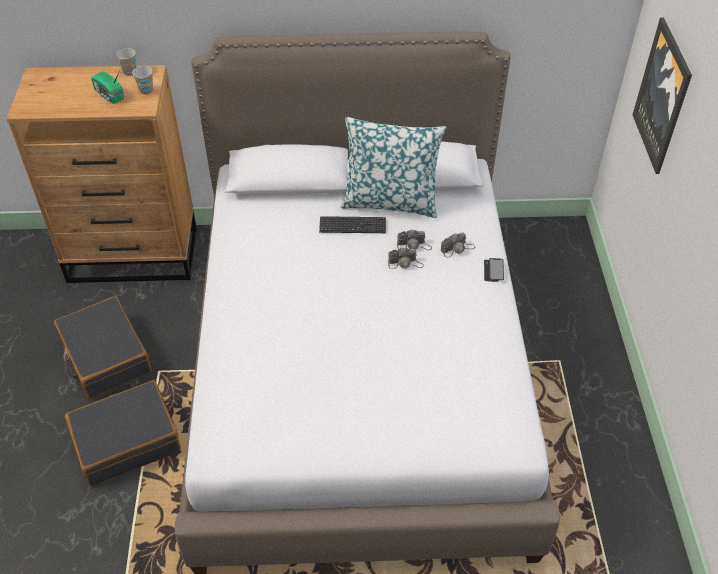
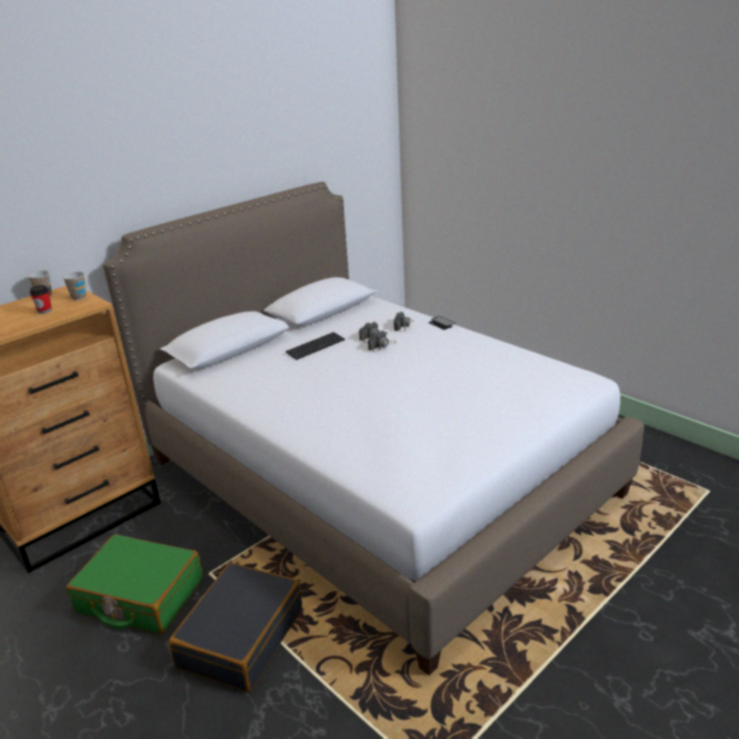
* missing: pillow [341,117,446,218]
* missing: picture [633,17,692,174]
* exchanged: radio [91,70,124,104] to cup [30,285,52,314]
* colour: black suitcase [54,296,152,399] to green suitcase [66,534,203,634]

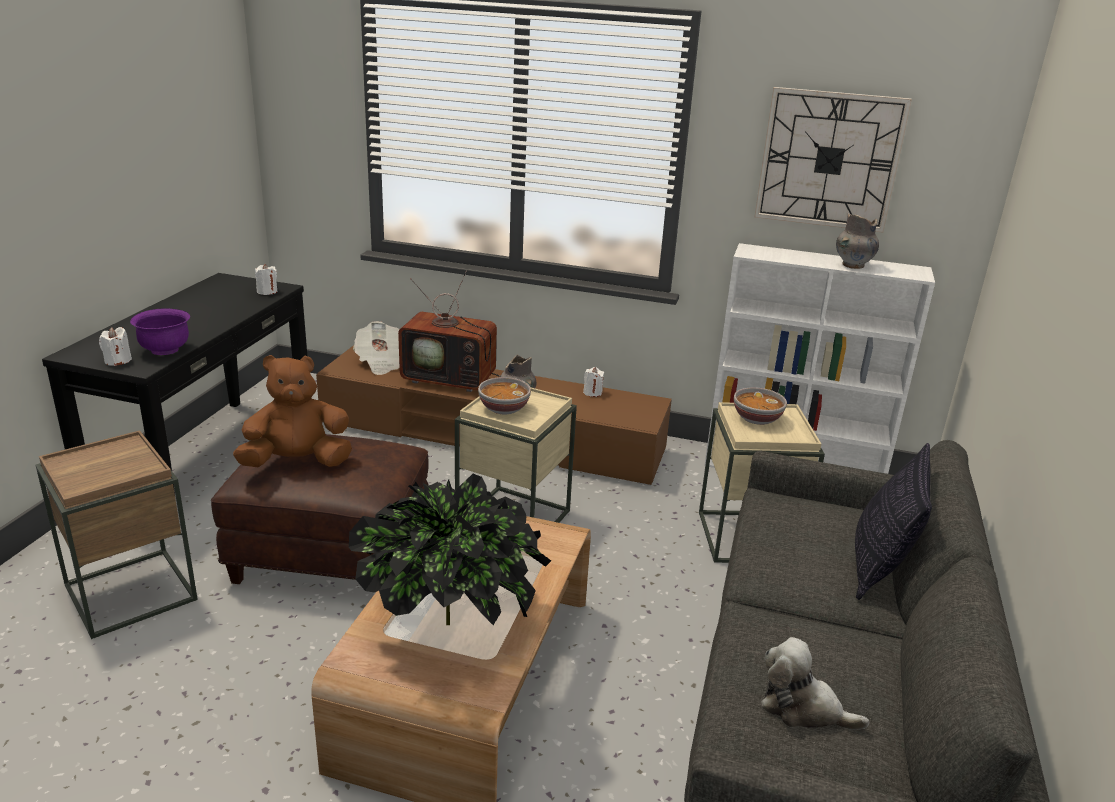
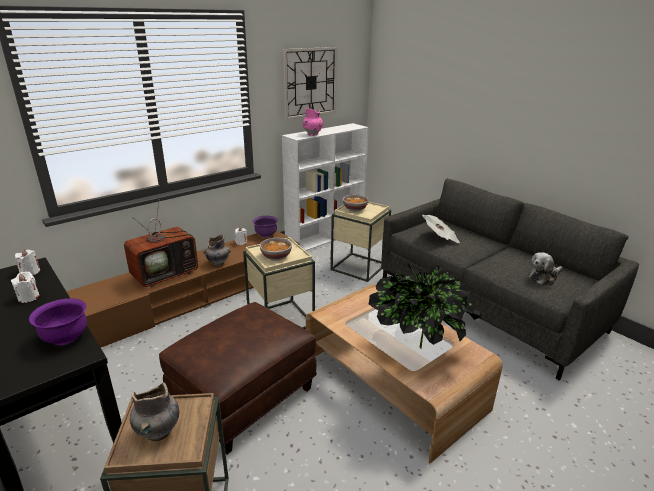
* missing: brown plush toy [233,355,352,467]
* missing: pillow [855,443,932,600]
* appeared: purple bowl [253,216,278,238]
* appeared: pink vase [303,108,323,136]
* relocated: white candle [99,327,132,366] to [11,271,40,303]
* relocated: newspaper [353,321,400,375] to [423,215,460,243]
* relocated: grey vase [836,214,879,269] to [130,382,179,441]

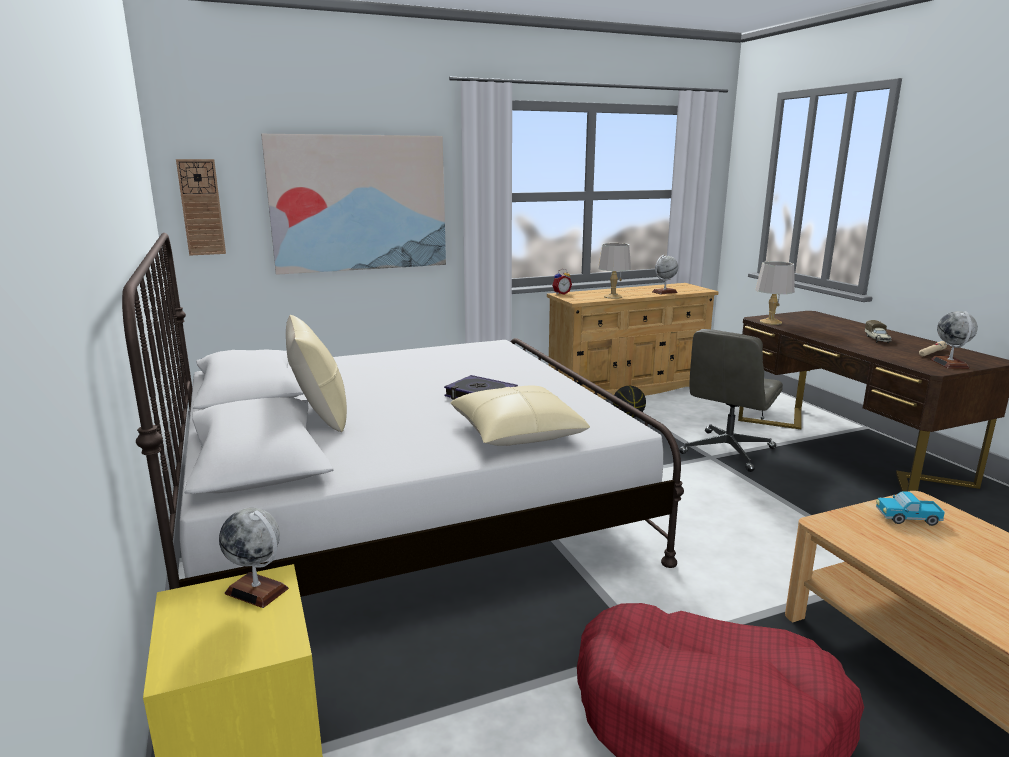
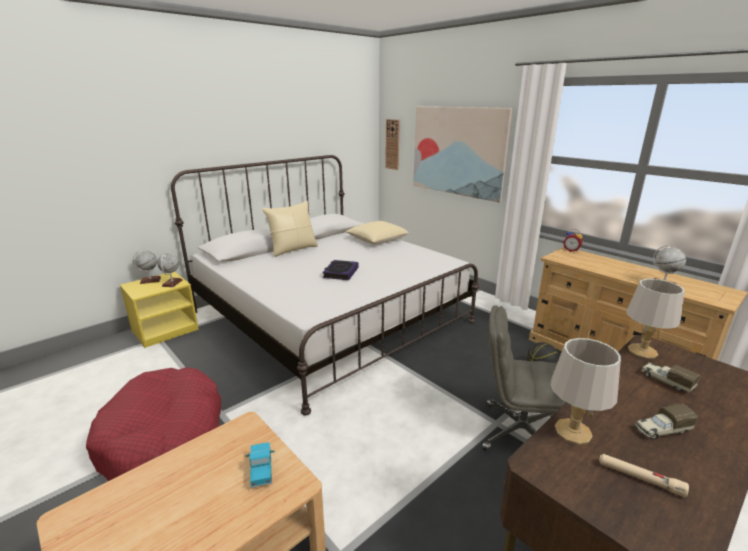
* appeared: toy truck [641,362,701,393]
* relocated: beige pillow [450,385,590,446] to [345,221,409,244]
* relocated: grey table lamp [598,243,631,299] to [550,338,621,444]
* relocated: globe [930,311,978,369] to [133,251,161,284]

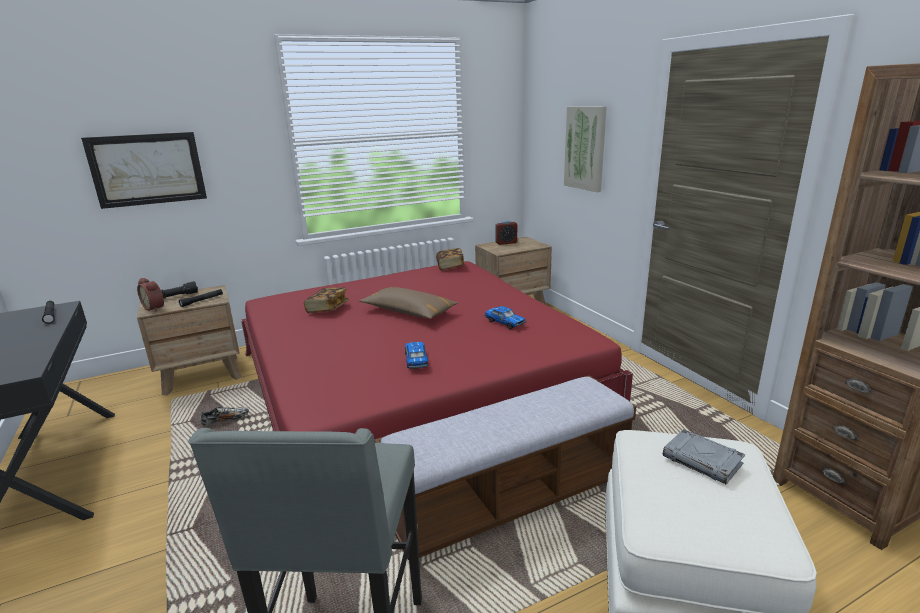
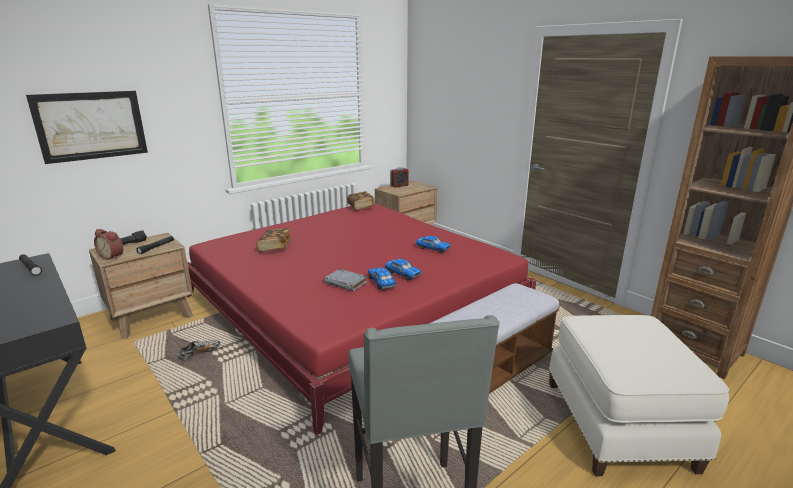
* missing: brown pillow [359,287,458,319]
* missing: picture [564,106,607,192]
* appeared: toy car [384,259,423,281]
* relocated: grey book [663,429,745,484] to [324,269,368,291]

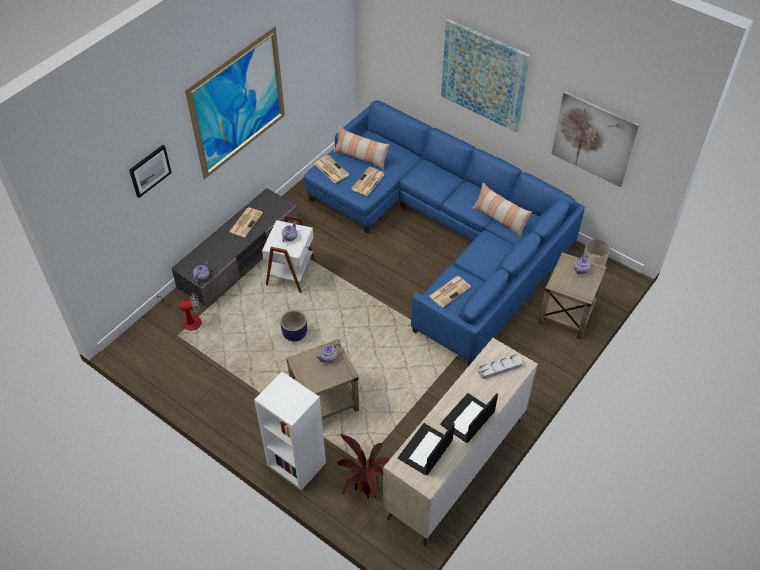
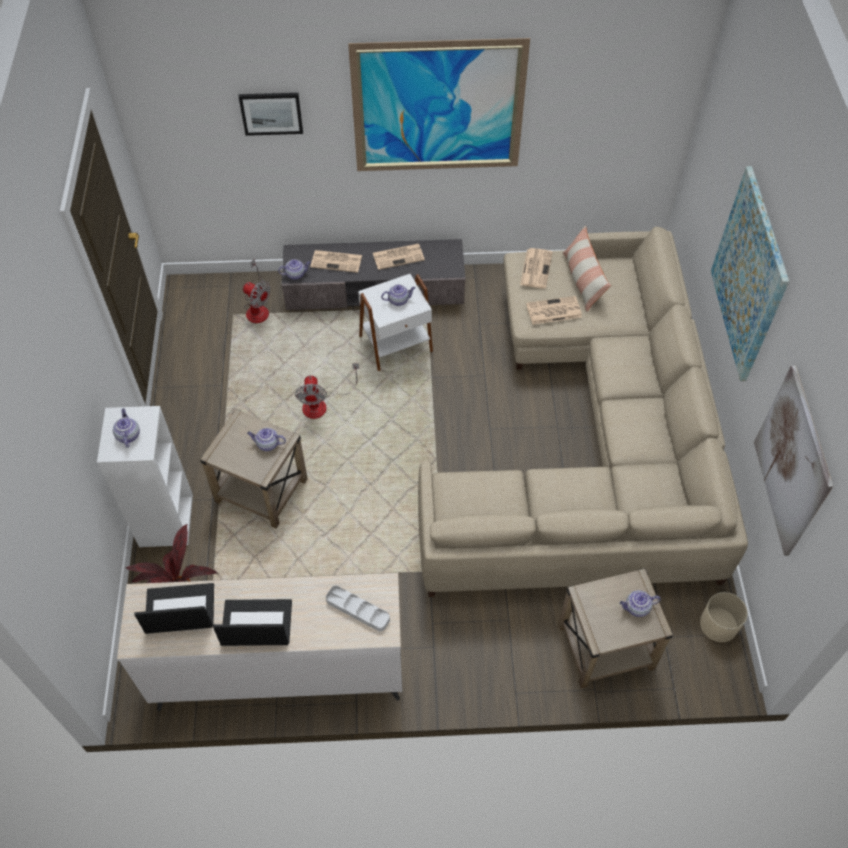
* missing: pillow [472,183,532,238]
* appeared: teapot [113,408,140,448]
* relocated: newspaper [429,276,471,307] to [310,250,362,273]
* exchanged: planter [280,310,307,342] to fan [295,363,359,419]
* colour: blue sofa [304,101,585,366] to beige sofa [418,227,748,597]

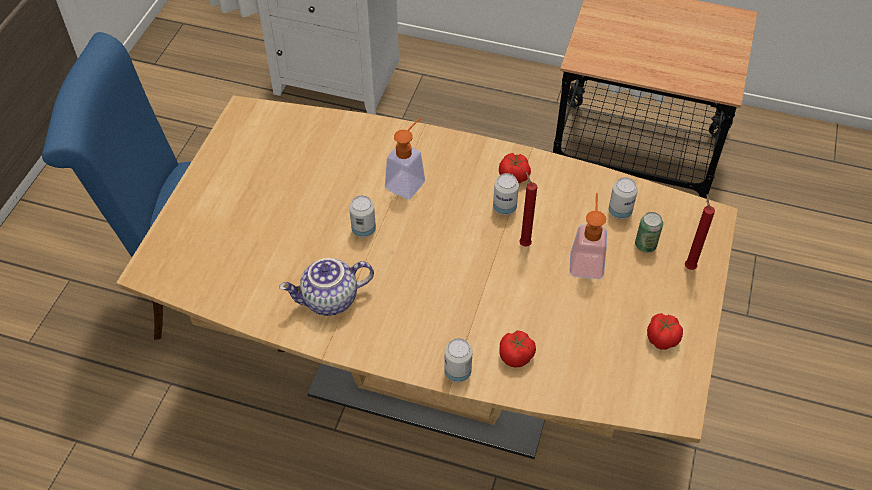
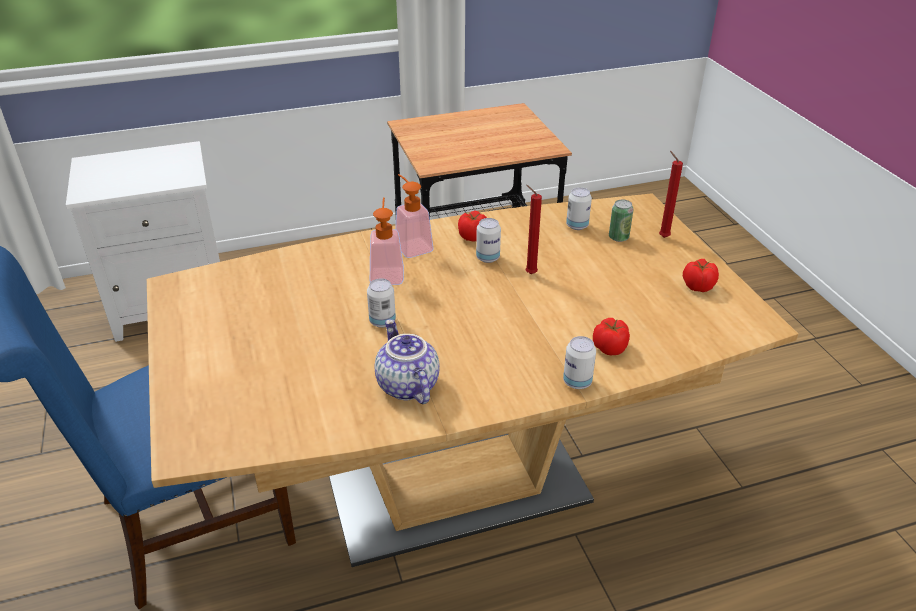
* relocated: soap dispenser [569,193,607,279] to [395,174,434,258]
* spun: teapot [279,258,374,316] = [375,319,440,404] 120 degrees clockwise

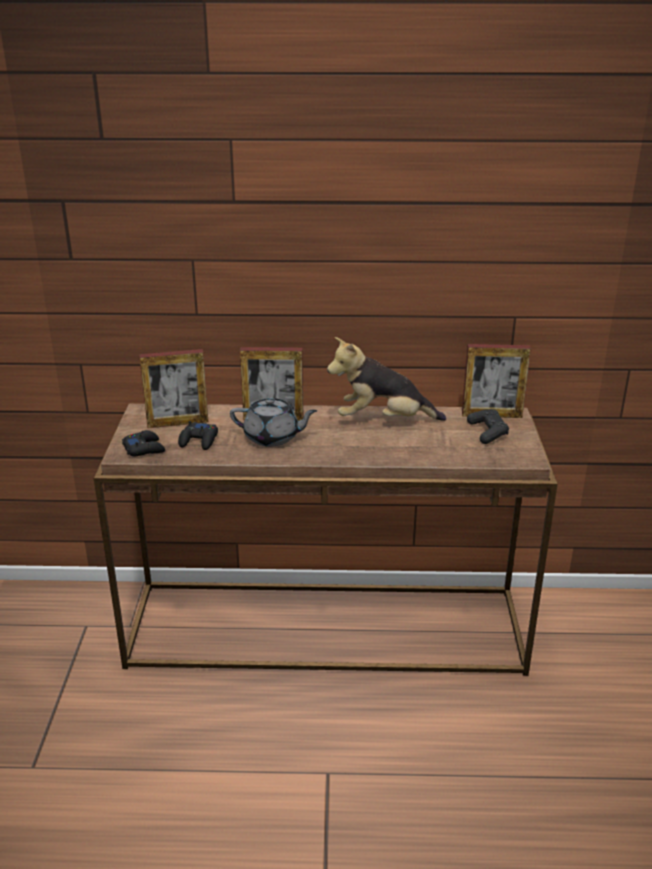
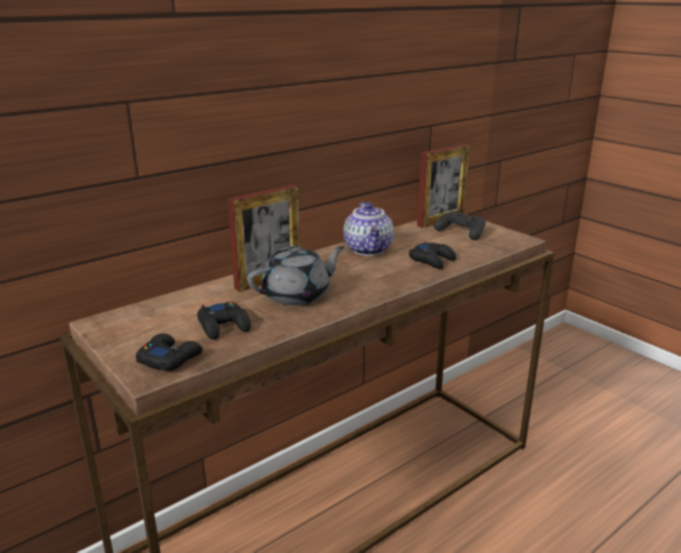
* missing: picture frame [139,349,208,428]
* appeared: black game controller [409,242,456,269]
* exchanged: plush toy [327,337,446,421] to teapot [343,202,394,256]

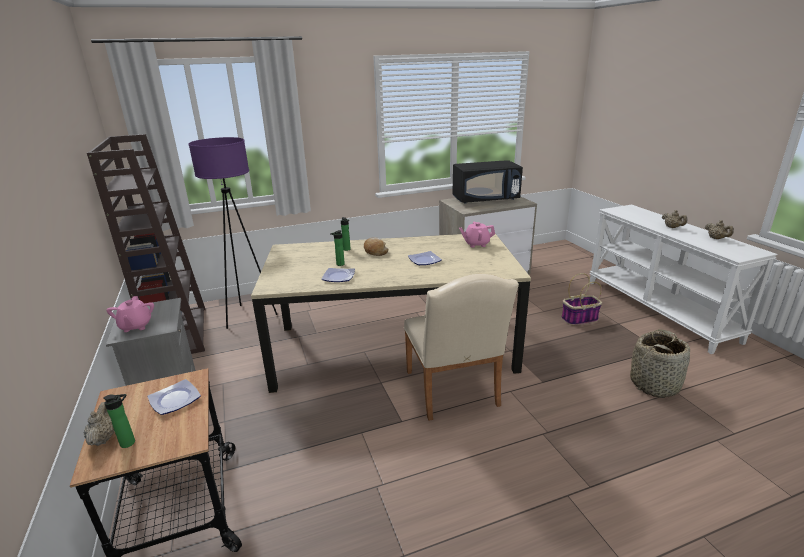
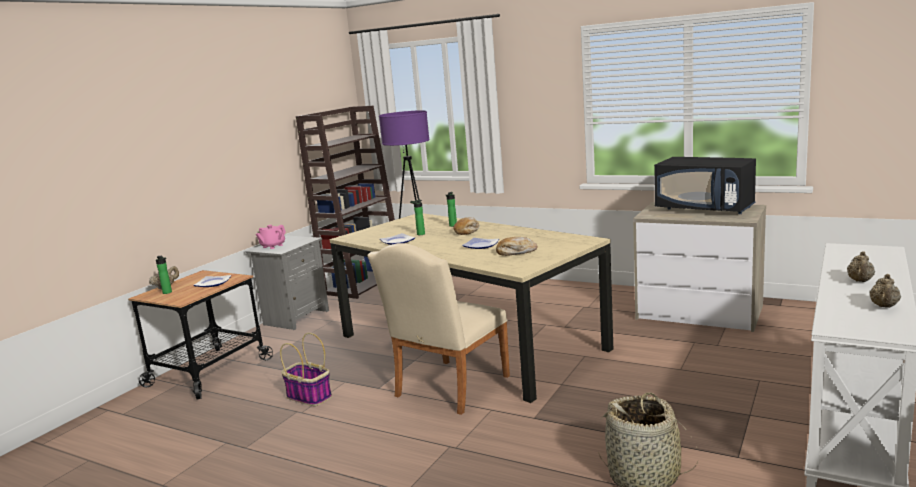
* missing: pink teapot [459,222,495,248]
* appeared: bread [496,237,538,256]
* relocated: basket [561,273,602,325] to [280,333,332,406]

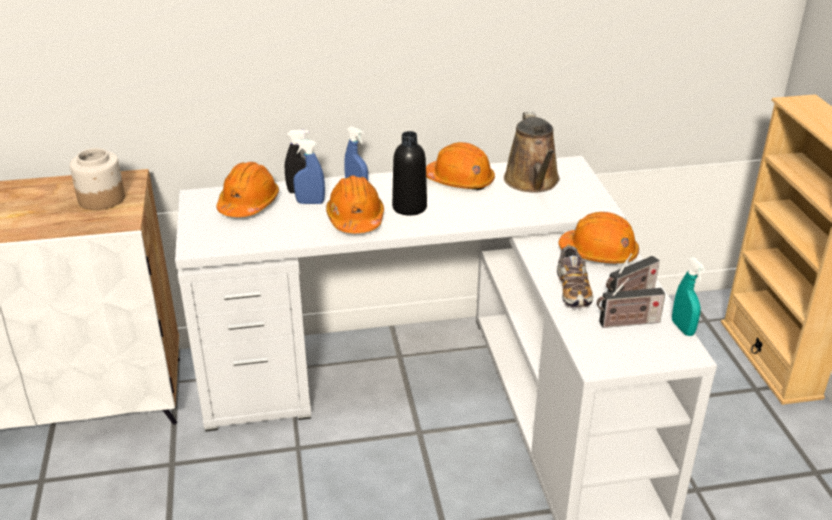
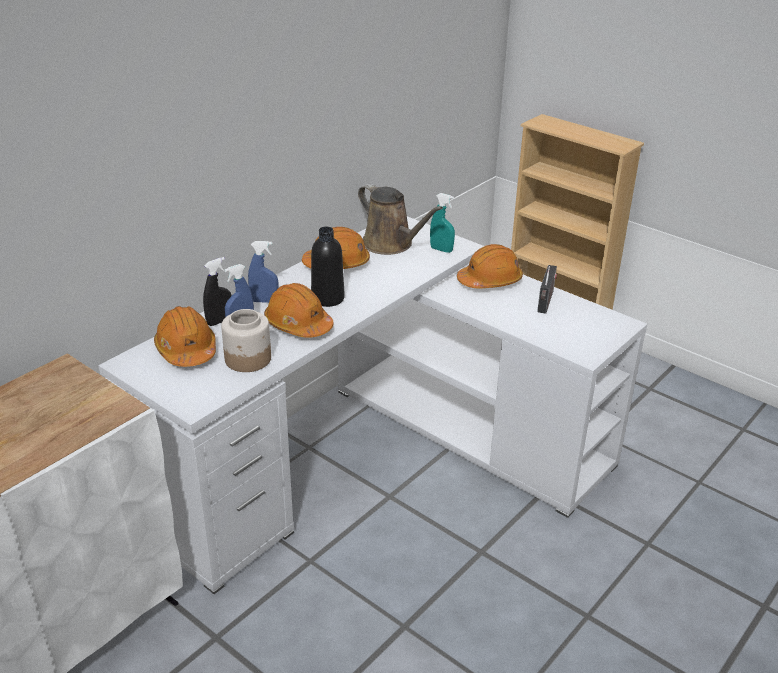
* missing: shoe [557,244,593,309]
* missing: radio [597,277,665,328]
* relocated: jar [70,148,125,210] to [221,309,271,372]
* relocated: turquoise spray bottle [672,257,706,336] to [430,193,455,253]

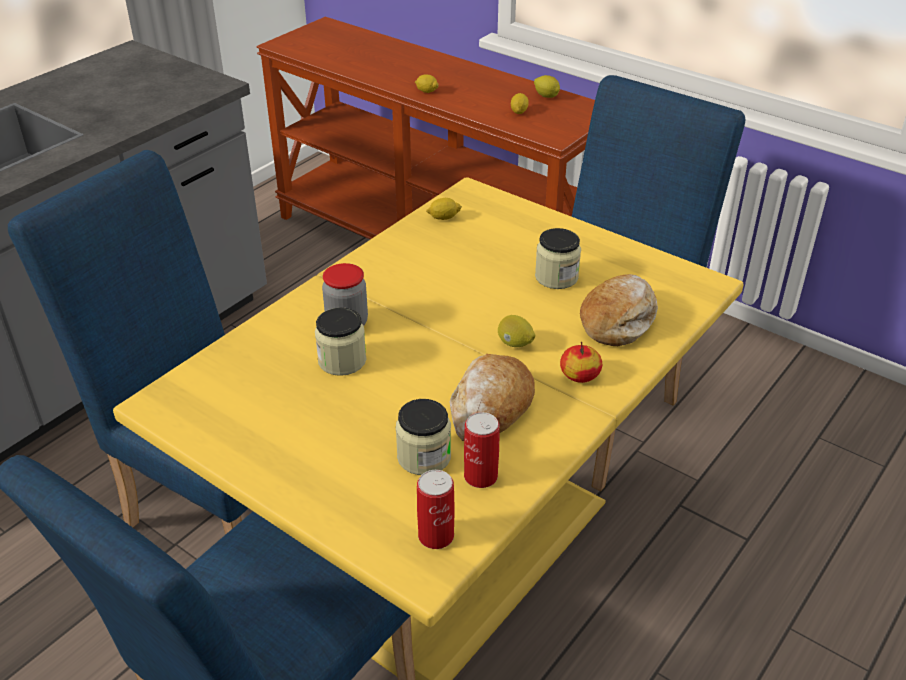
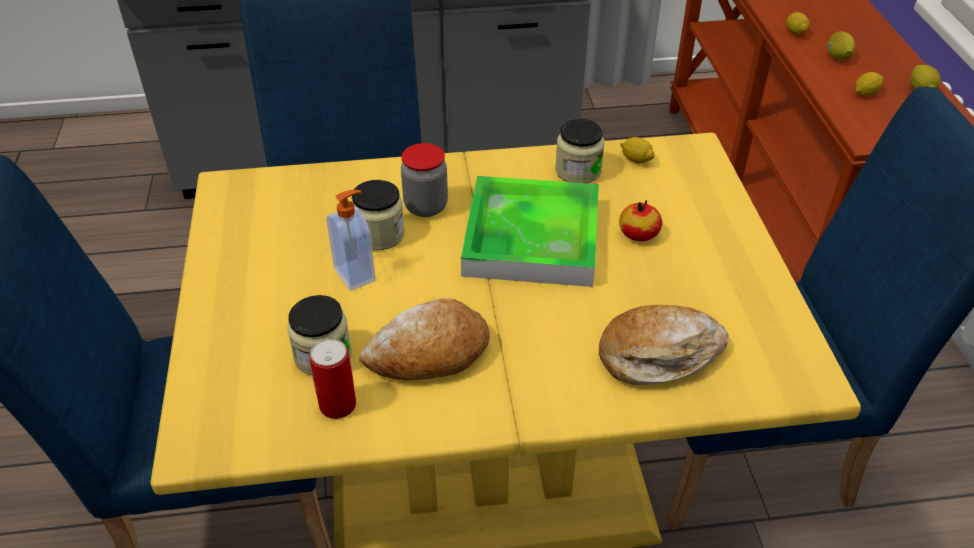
* missing: can [417,470,455,549]
* appeared: soap dispenser [326,190,376,291]
* appeared: tray [461,176,599,287]
* relocated: lemon [498,315,535,347] to [827,31,855,59]
* relocated: jar [535,228,581,289] to [555,119,605,183]
* relocated: apple [560,342,602,383] to [619,200,662,241]

